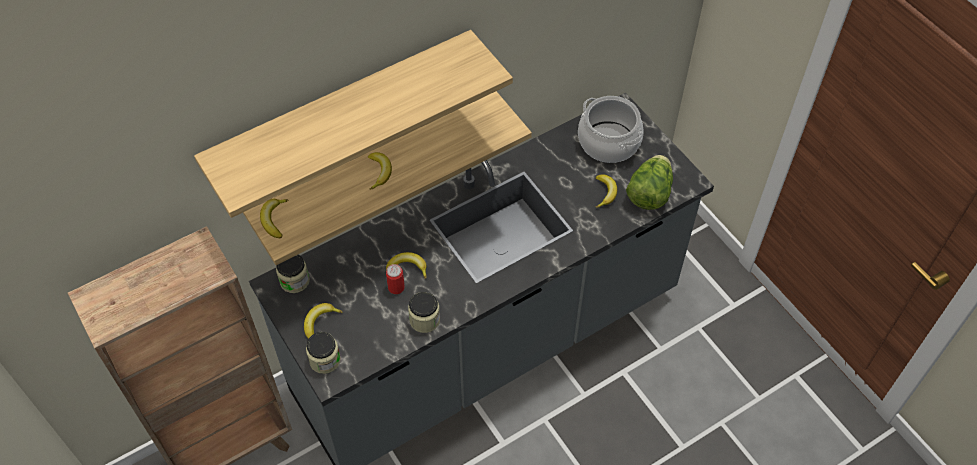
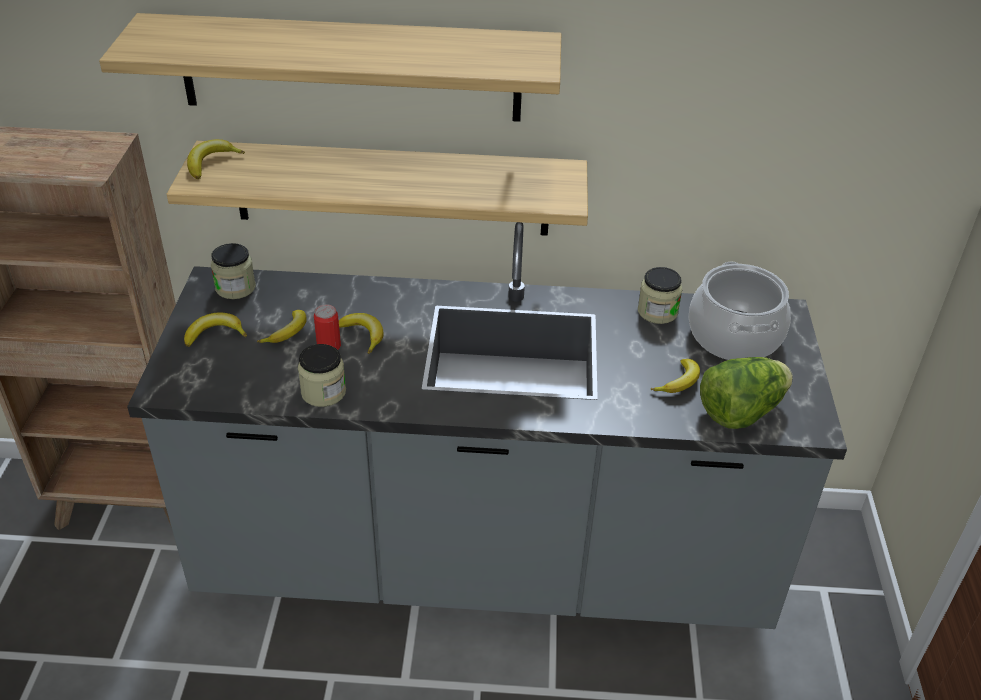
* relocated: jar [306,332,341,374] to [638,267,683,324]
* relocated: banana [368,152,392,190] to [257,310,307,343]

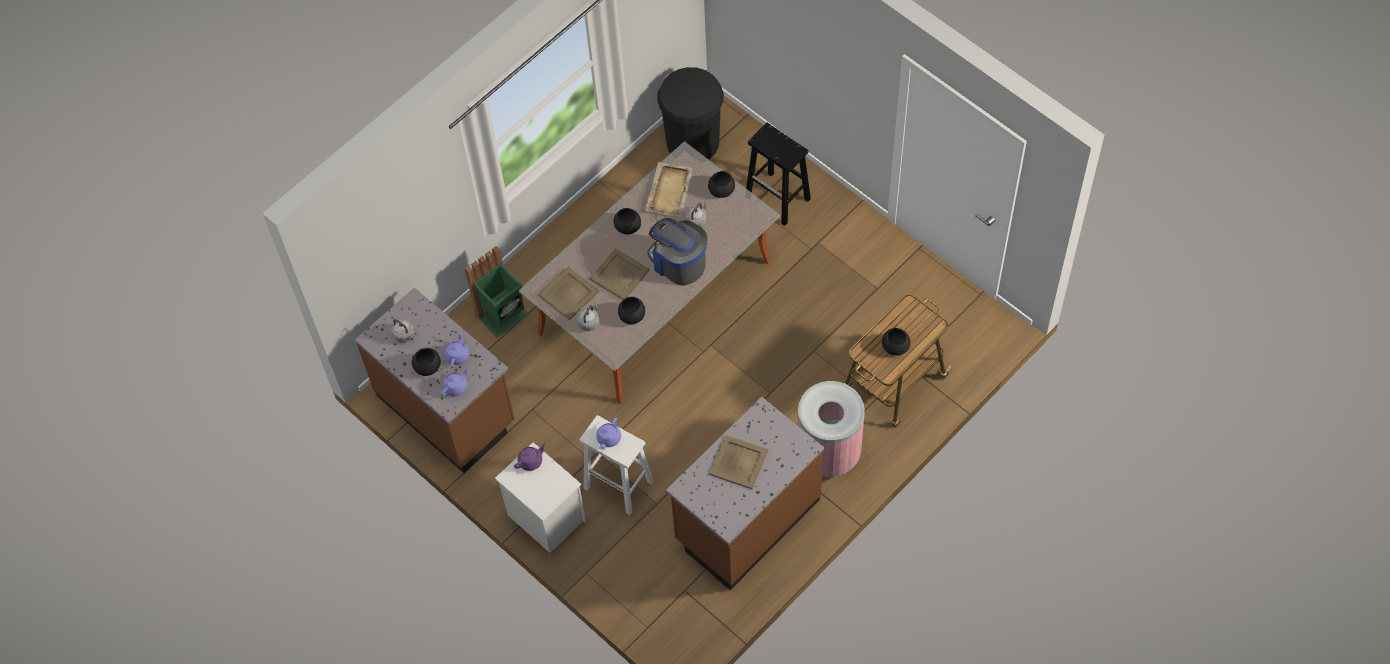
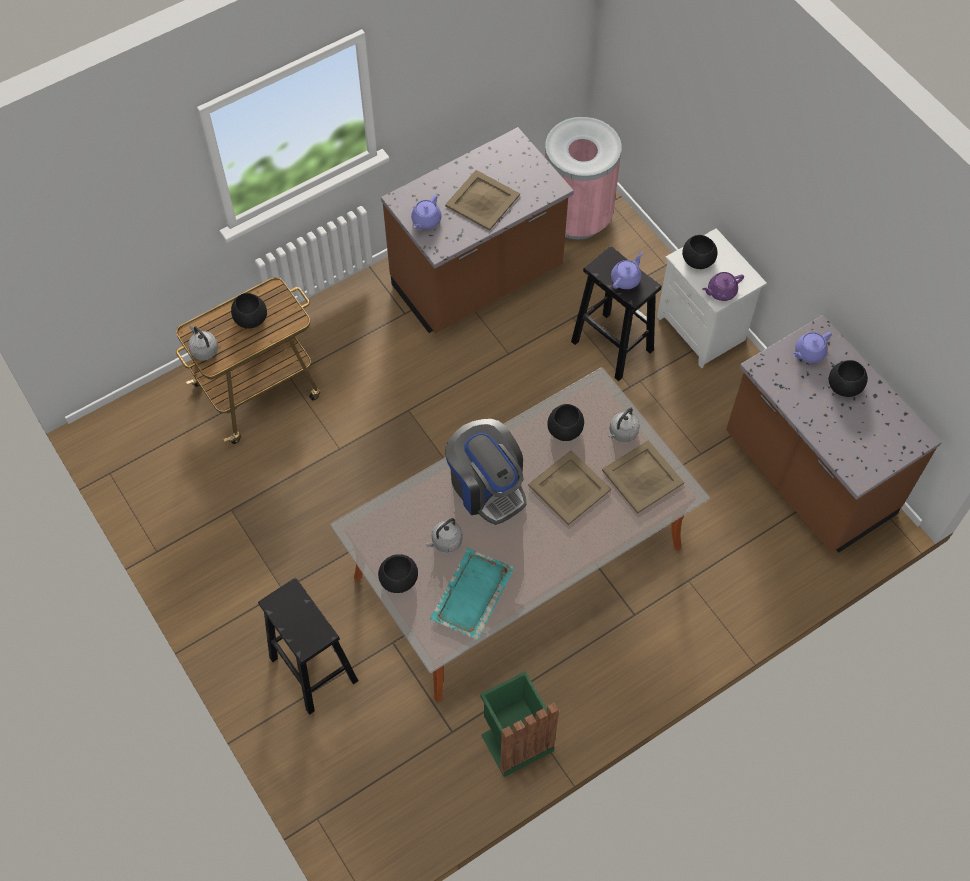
* missing: black trash can [657,67,724,160]
* relocated: grey kettle [391,319,415,343] to [188,324,218,361]
* relocated: purple teapot [445,331,469,368] to [411,195,442,229]
* relocated: green trash can [465,246,528,338] to [480,671,559,777]
* relocated: black bowl [614,208,641,234] to [682,235,718,269]
* relocated: pink trash can [798,381,865,477] to [545,117,622,239]
* colour: white stool [579,415,654,515] to black stool [571,246,662,381]
* colour: beige tray [645,162,693,218] to turquoise tray [430,547,514,640]

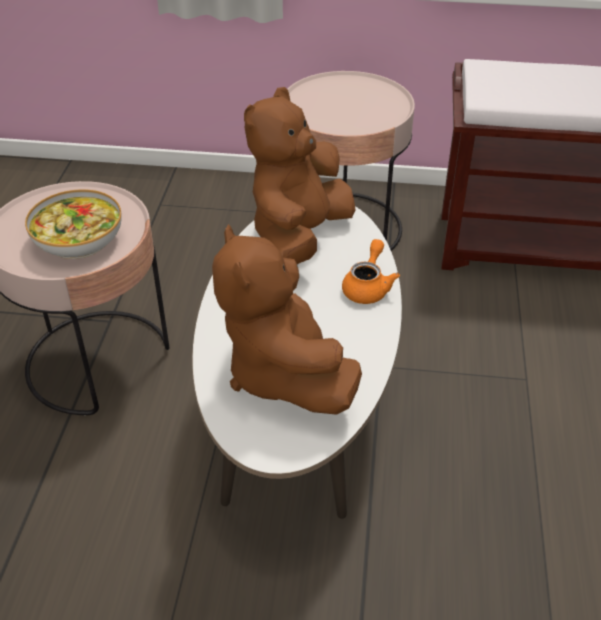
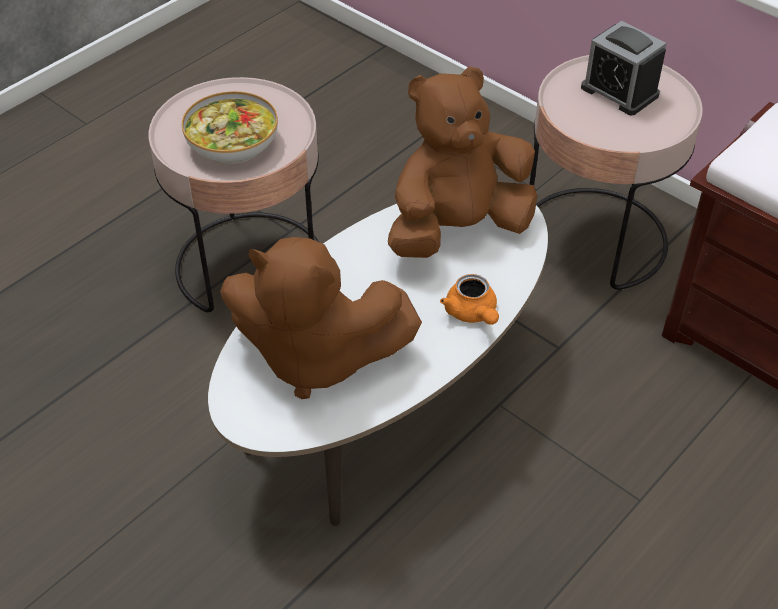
* appeared: alarm clock [581,21,666,116]
* spun: brown plush toy [212,224,362,415] = [220,237,422,399] 90 degrees counterclockwise
* spun: orange teapot [342,239,400,304] = [440,274,499,325] 105 degrees clockwise

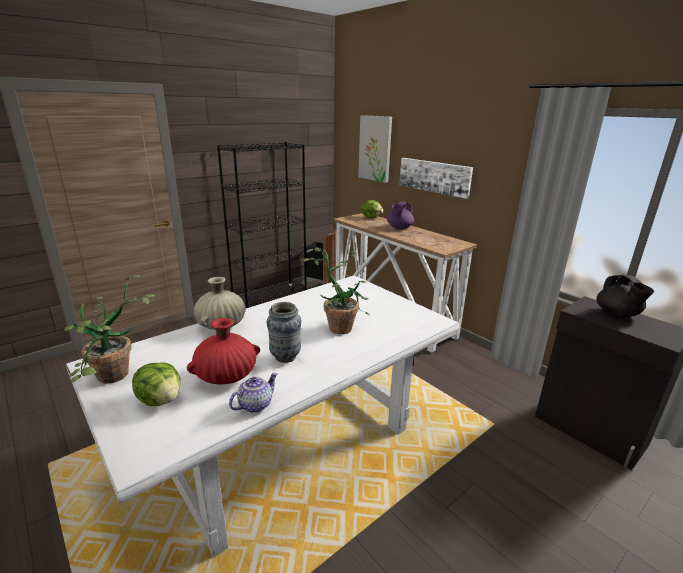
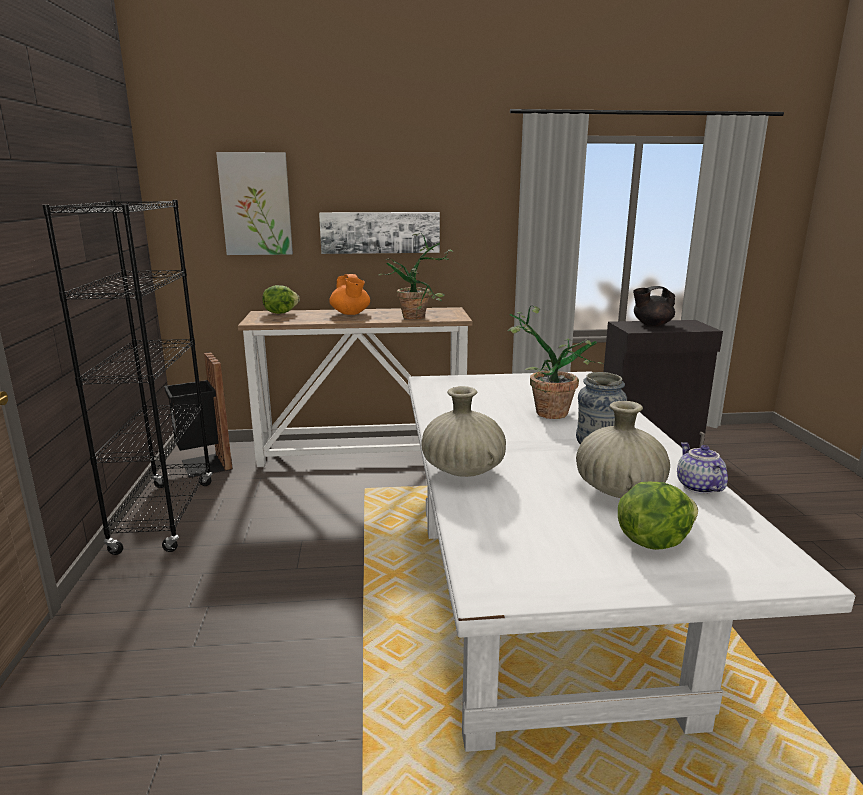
* relocated: potted plant [64,275,156,384] to [379,233,453,319]
* colour: red vase [187,318,260,384] to beige vase [576,401,670,498]
* colour: purple teapot [387,201,414,229] to orange teapot [329,274,370,315]
* spun: black teapot [596,275,654,318] = [633,286,675,326] 150 degrees clockwise

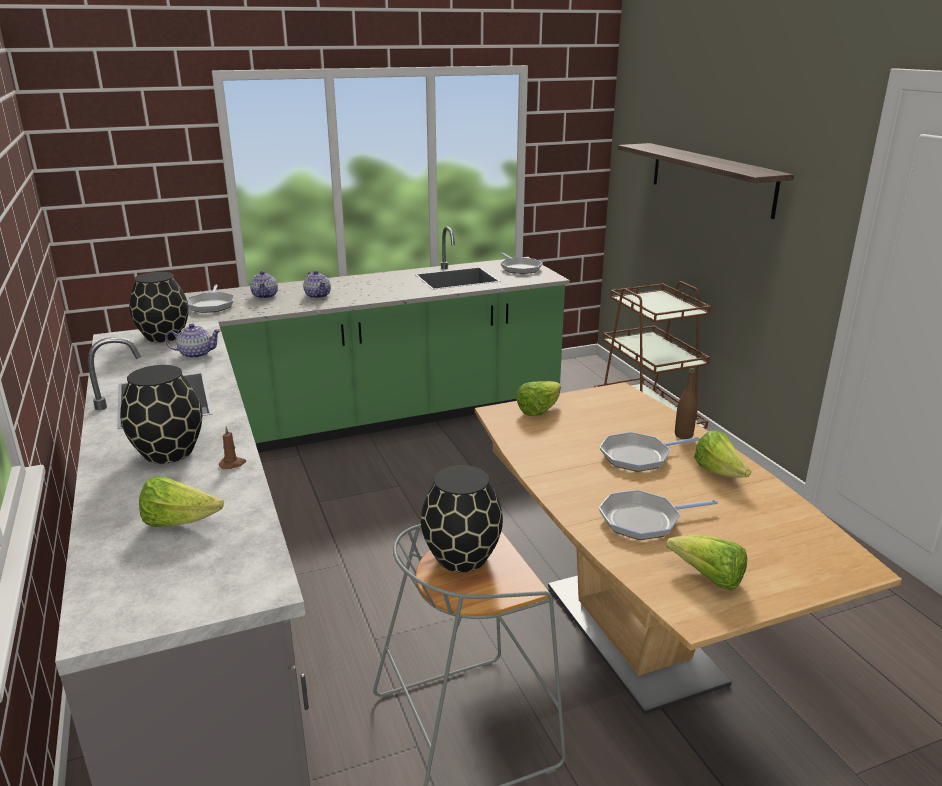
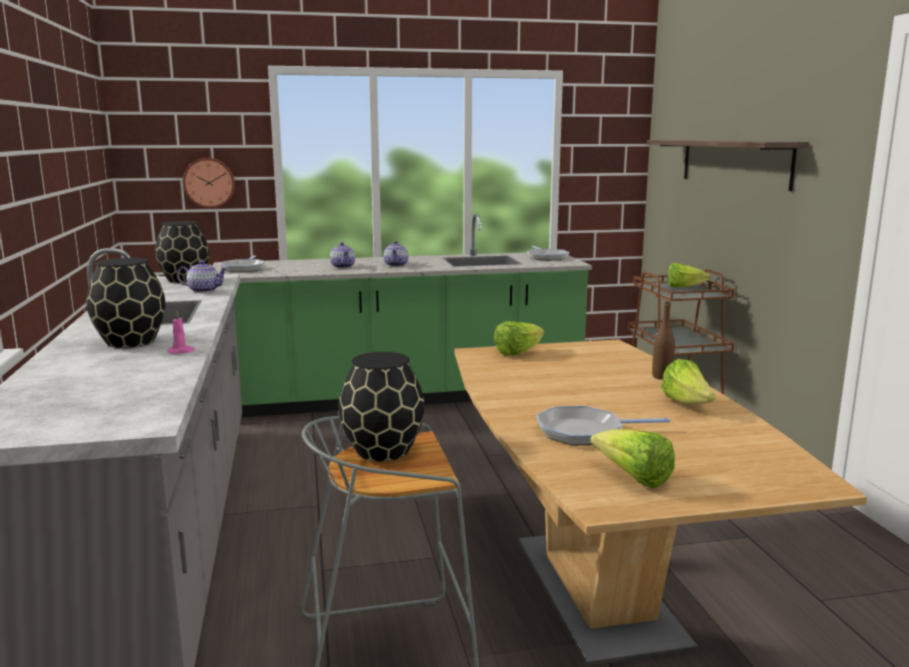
* missing: frying pan [600,432,700,472]
* appeared: wall clock [183,158,235,208]
* relocated: lettuce [139,476,224,527] to [668,263,711,288]
* relocated: teapot [250,271,278,299] to [384,241,408,267]
* colour: brown candle [219,426,246,469] to pink candle [168,310,195,354]

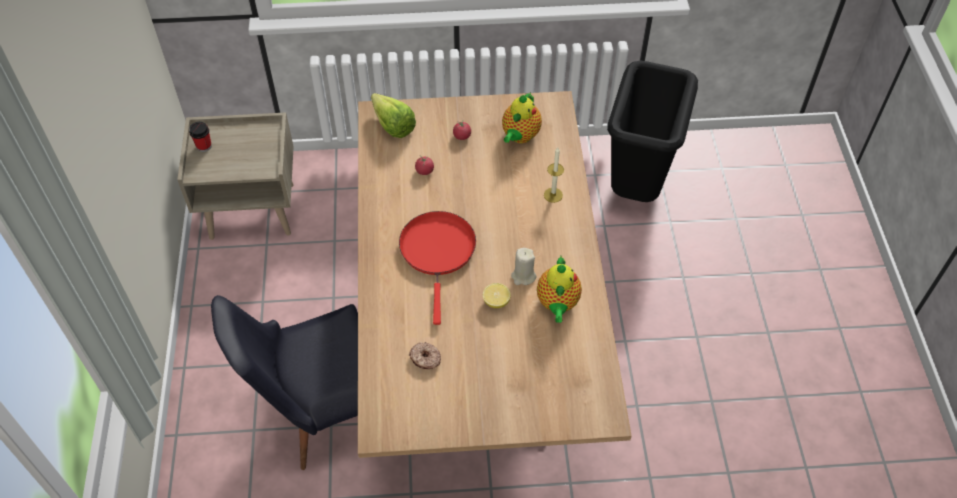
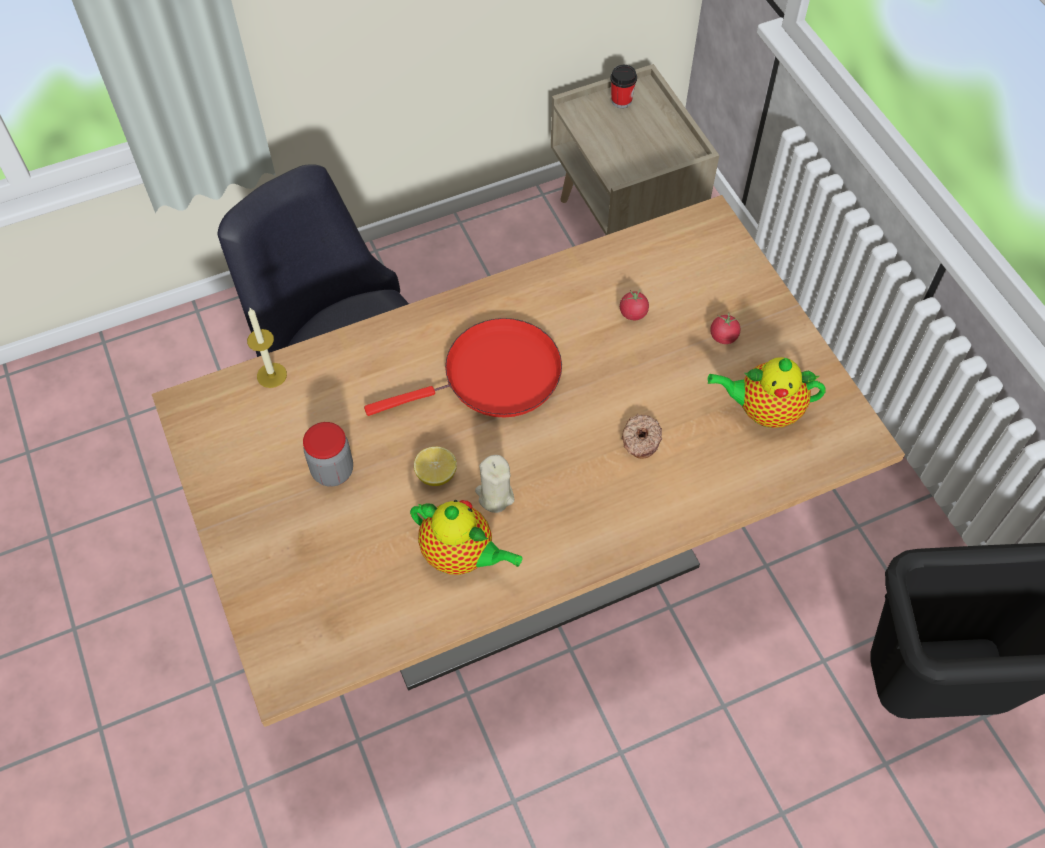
* missing: lettuce [371,93,416,138]
* appeared: jar [303,422,353,487]
* relocated: donut [409,342,441,369] to [622,414,662,459]
* relocated: candle [544,147,564,203] to [247,308,287,388]
* spun: teapot [537,256,582,323] = [410,500,522,575] 135 degrees counterclockwise

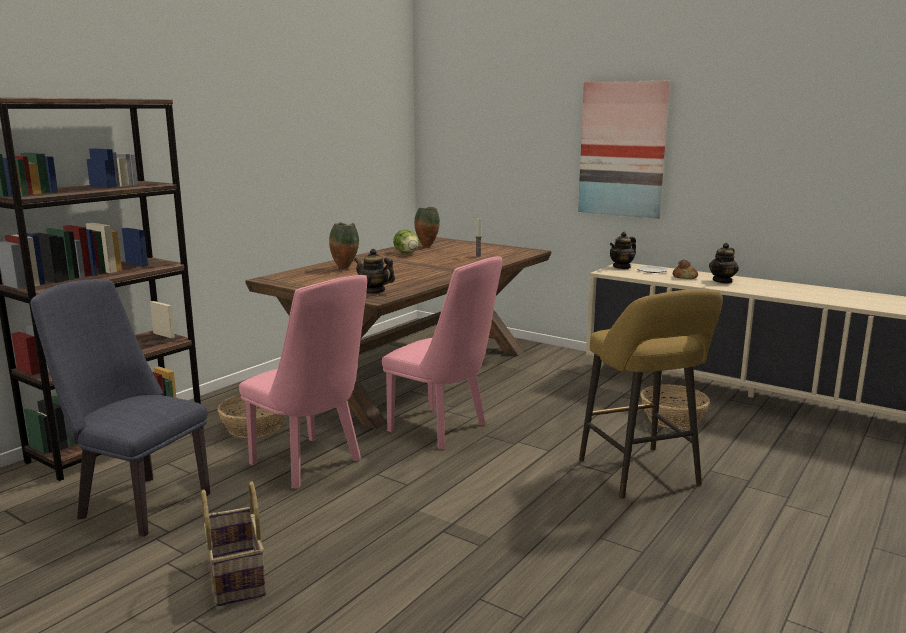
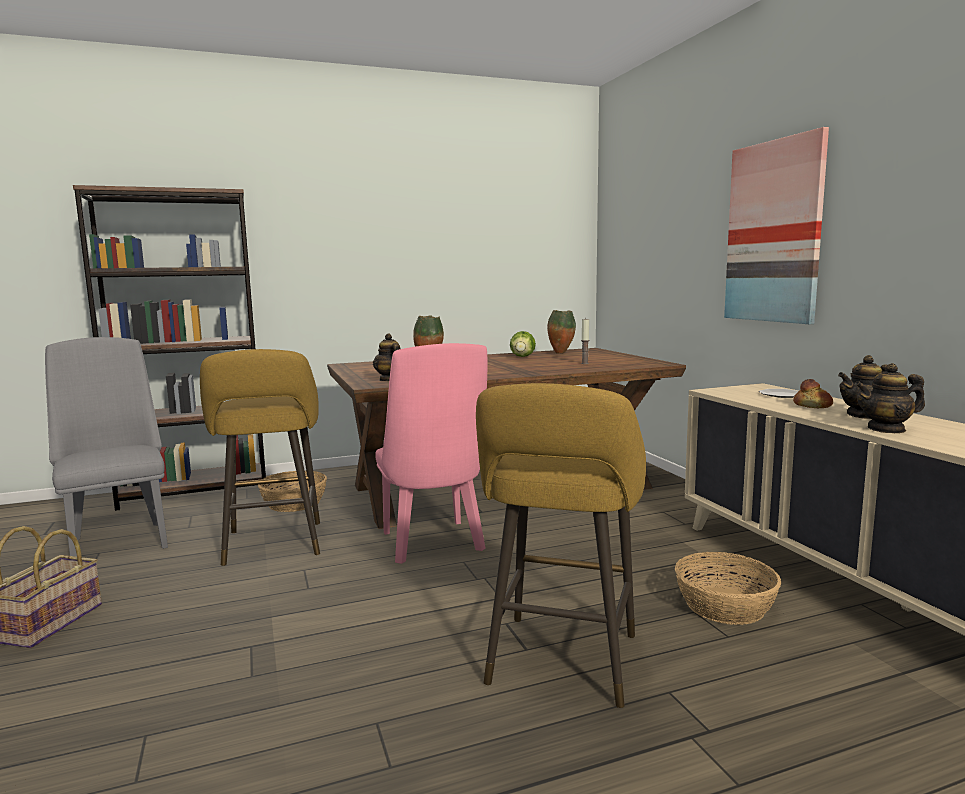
* relocated: teapot [609,232,636,269] to [854,363,925,433]
* exchanged: pink chair [239,275,367,489] to yellow stool [200,349,320,566]
* colour: blue chair [31,279,210,537] to grey chair [45,337,168,557]

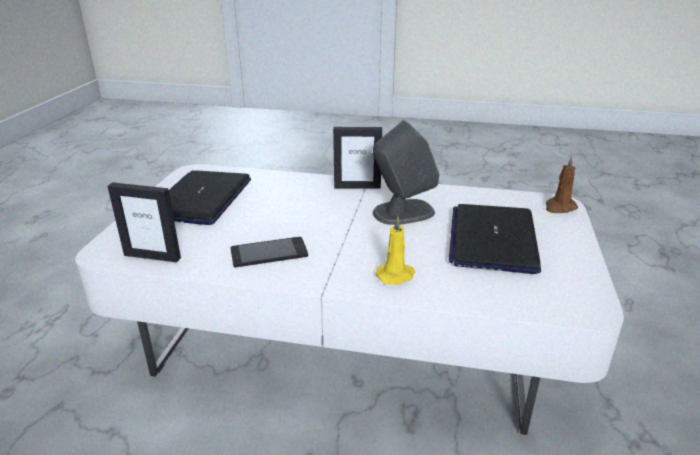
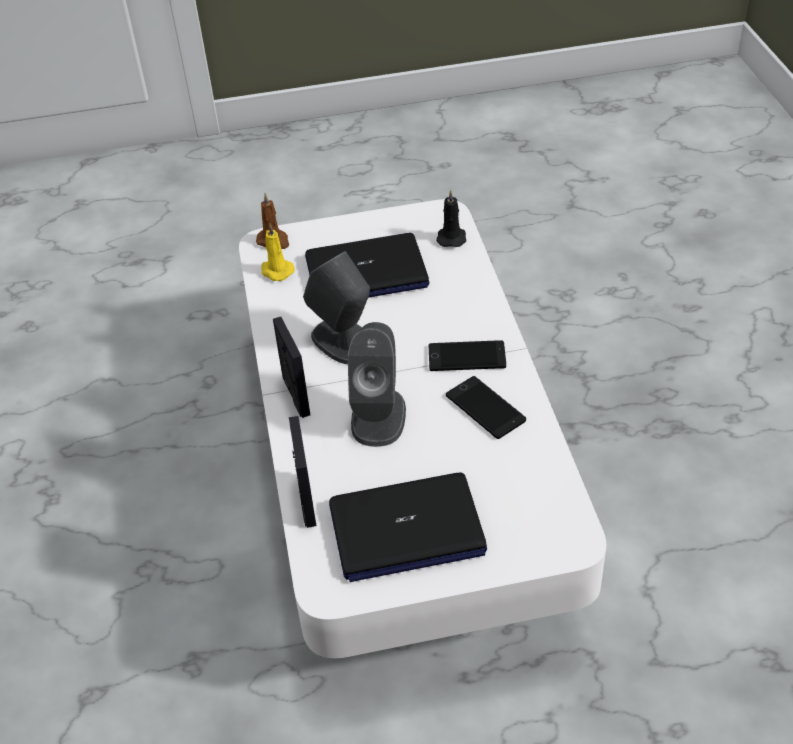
* appeared: grey speaker [348,322,406,447]
* appeared: phone [429,340,506,371]
* appeared: black candle [436,190,466,247]
* relocated: picture frame [107,182,181,262] to [289,416,317,528]
* relocated: yellow candle [376,216,415,285] to [261,223,295,281]

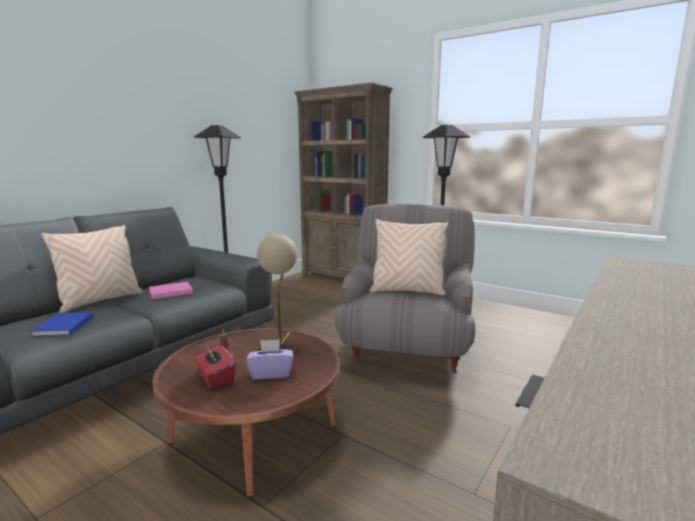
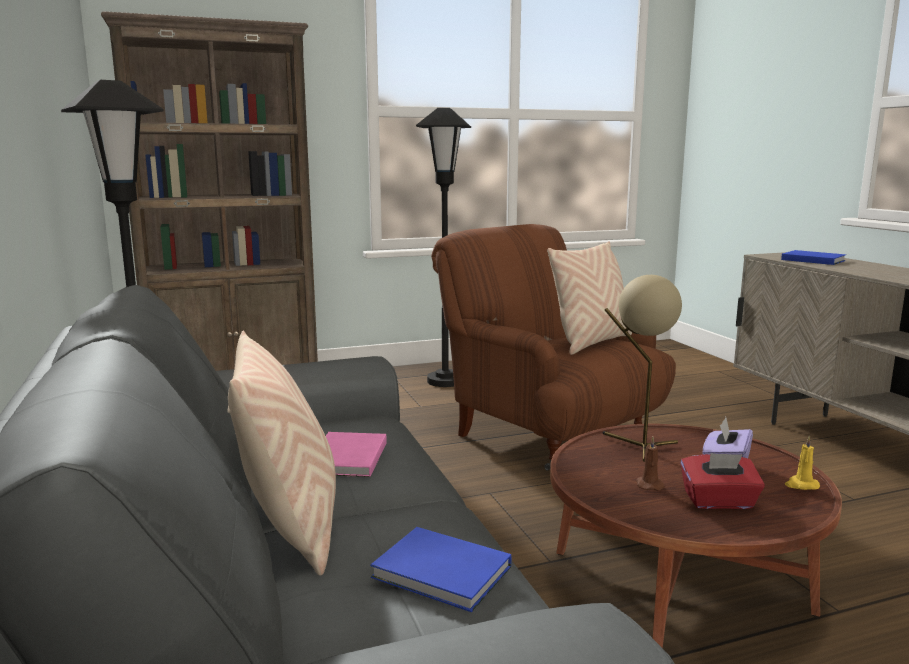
* appeared: blue book [781,250,846,265]
* appeared: yellow candle [785,436,820,490]
* colour: grey armchair [335,204,476,374] to brown armchair [431,224,676,471]

